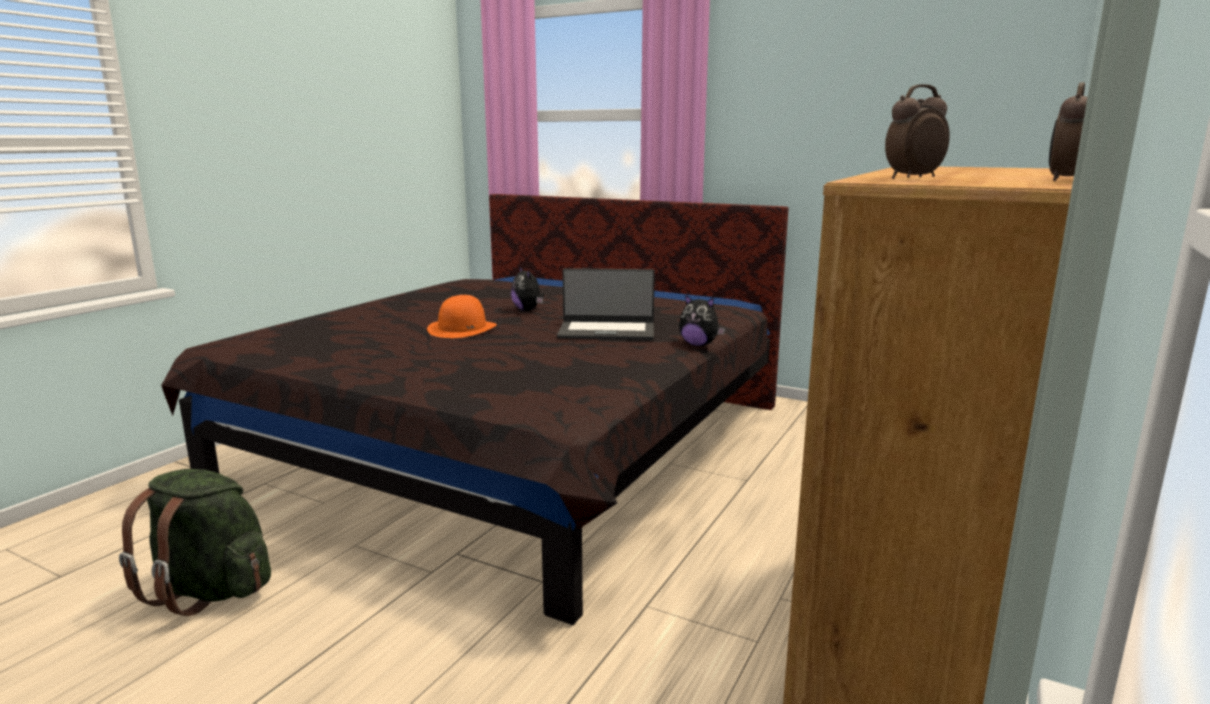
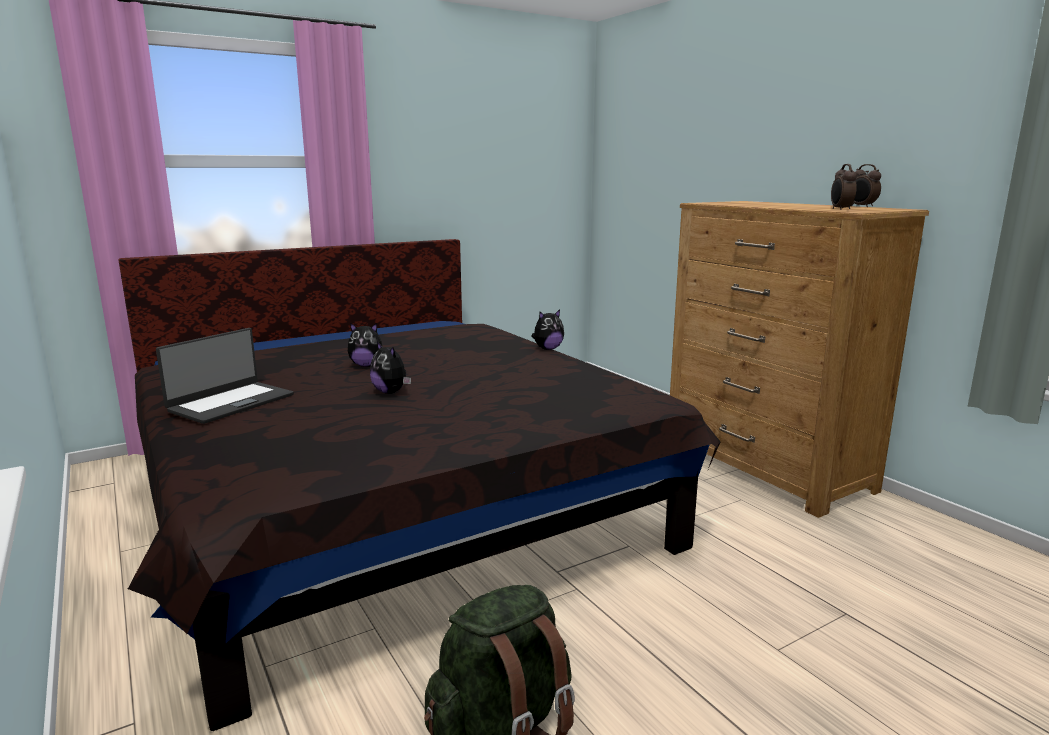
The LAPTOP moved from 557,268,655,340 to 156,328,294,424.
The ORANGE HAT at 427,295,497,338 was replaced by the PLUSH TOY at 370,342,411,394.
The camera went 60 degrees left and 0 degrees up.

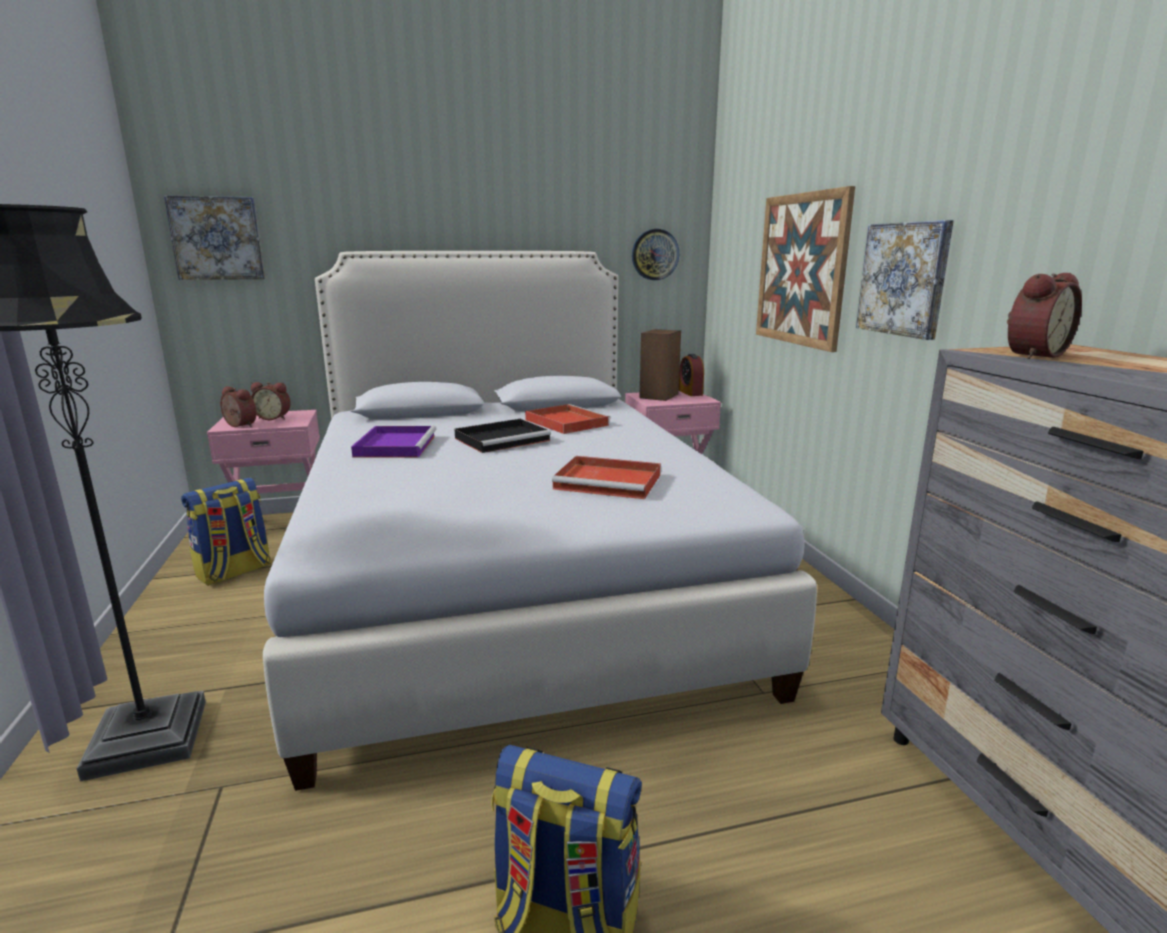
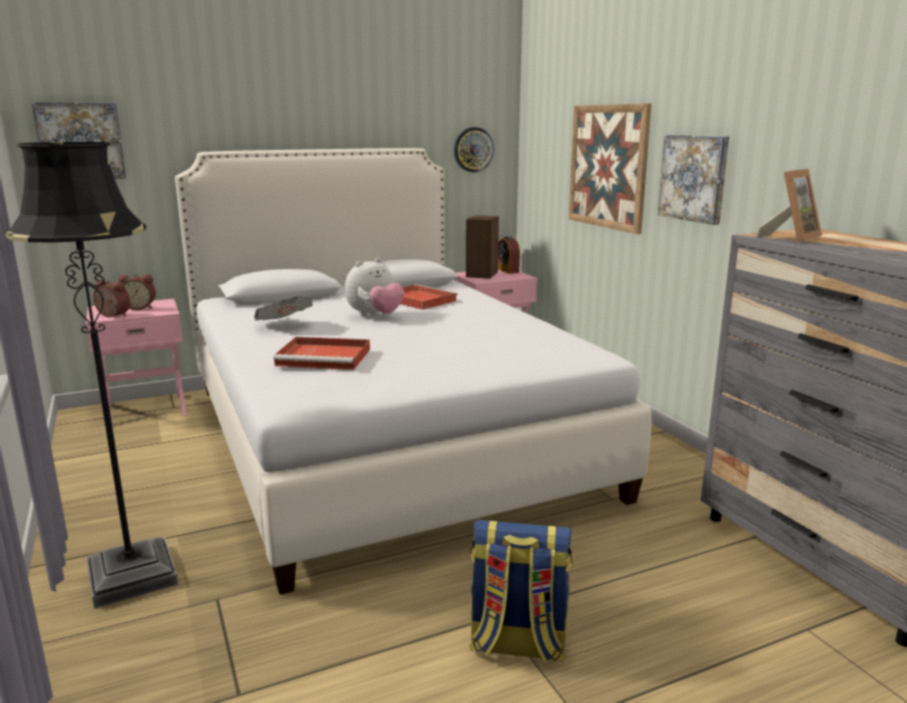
The PURPLE TRAY at 351,426,436,458 was replaced by the NEWSPAPER at 254,296,313,320.
The RED TRAY moved from 552,456,661,499 to 273,337,370,370.
The BLACK TRAY at 455,419,551,453 was replaced by the PLUSH TOY at 345,258,405,317.
The ALARM CLOCK at 1007,273,1082,359 was replaced by the PICTURE FRAME at 756,169,822,242.
The BACKPACK at 181,478,272,586 disappeared.
The camera went 10 degrees left and 0 degrees up.

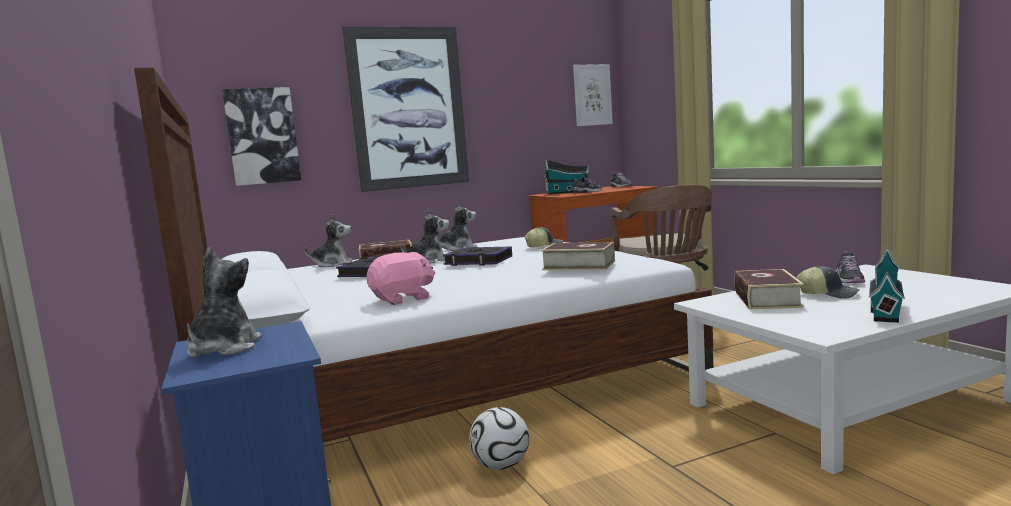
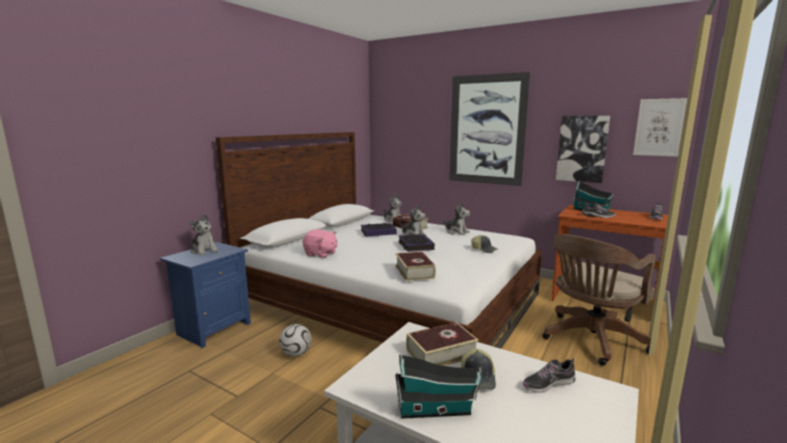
The PLUSH TOY at 187,247,262,358 turned 75 degrees clockwise.
The PICTURE moved from 222,87,301,186 to 556,116,610,183.
The camera went 55 degrees right and 5 degrees up.

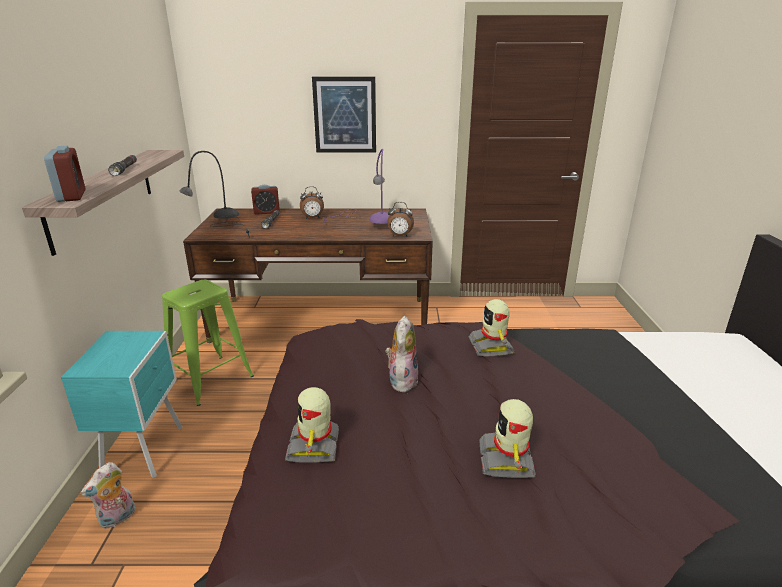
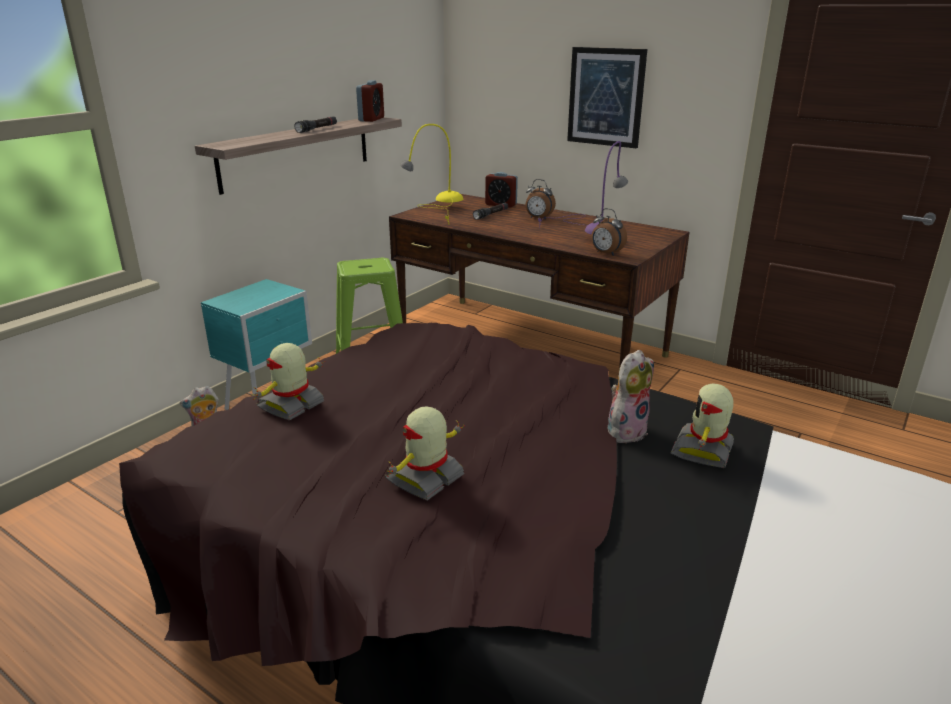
The ALARM CLOCK moved from 44,146,85,202 to 356,80,384,122.
The GREY TABLE LAMP at 180,151,250,238 became the YELLOW TABLE LAMP at 400,124,463,224.
The PLUSH TOY moved from 386,316,418,392 to 608,350,654,443.
The TOY ROBOT moved from 469,299,514,357 to 671,384,734,468.
The camera went 35 degrees right and 0 degrees up.

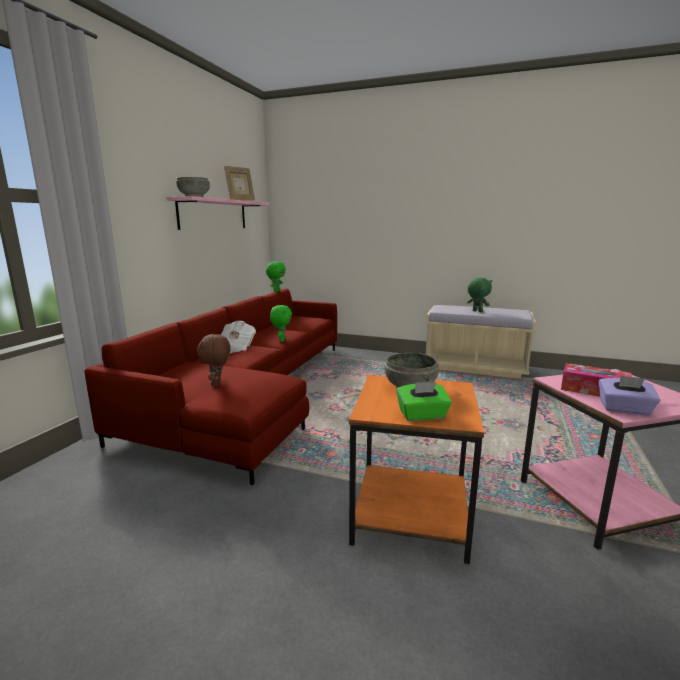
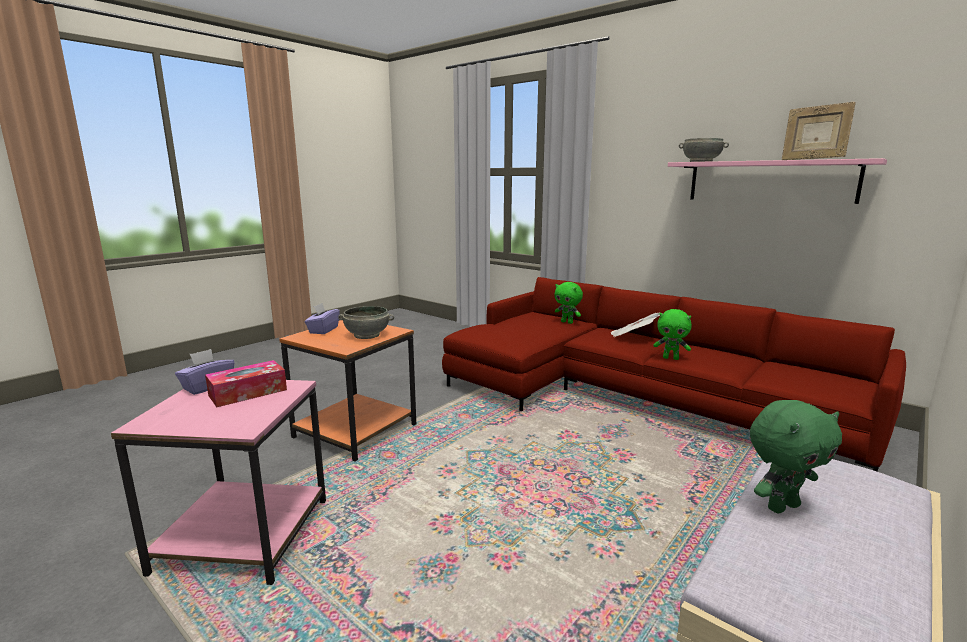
The GREEN TISSUE BOX at 396,382,452,421 became the PURPLE TISSUE BOX at 305,303,340,334.
The GREEN PLUSH TOY moved from 266,261,286,292 to 554,282,583,324.
The BROWN PLUSH TOY at 197,334,231,387 disappeared.
The camera went 110 degrees right and 0 degrees up.

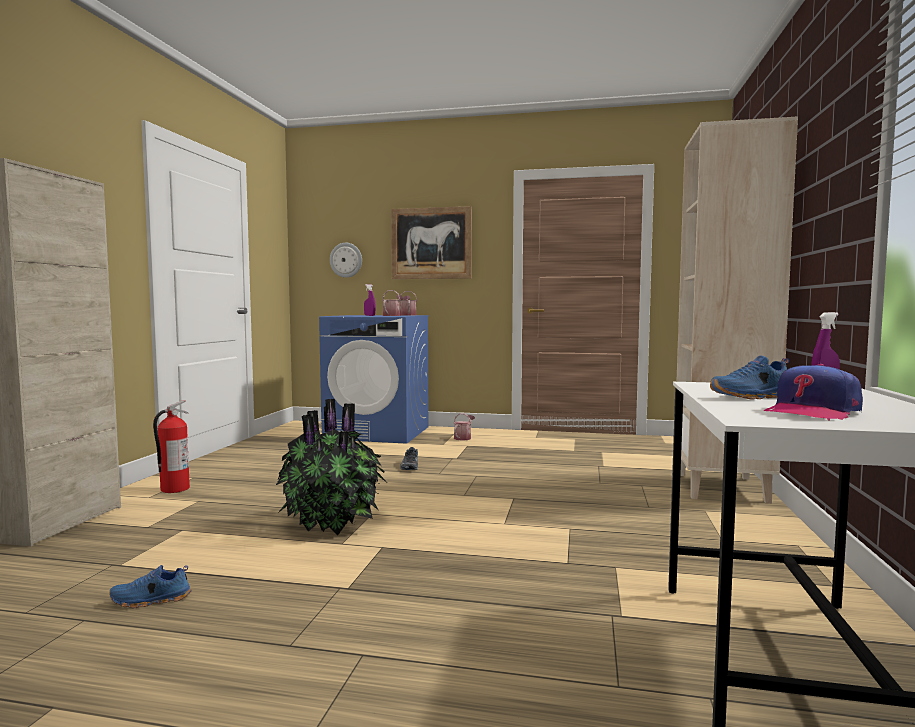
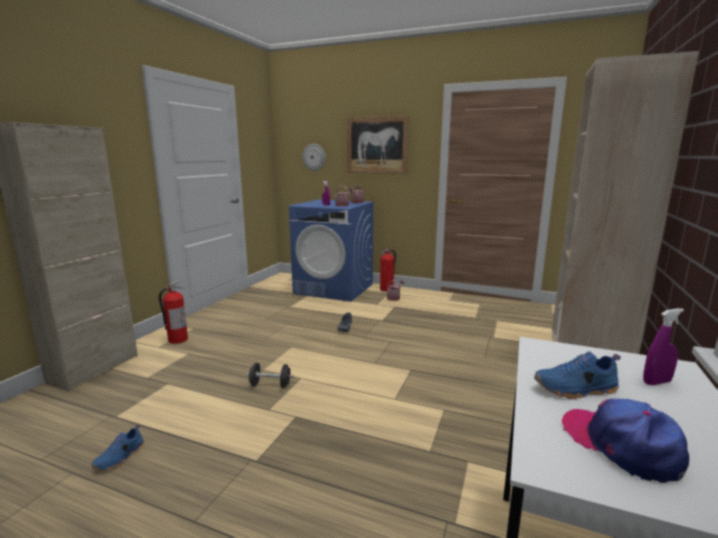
The BLUE SHOE at 109,565,192,608 turned 60 degrees counterclockwise.
The POTTED PLANT at 276,399,386,535 was replaced by the BLACK DUMBBELL at 246,363,294,388.
The FIRE EXTINGUISHER at 379,247,396,292 appeared.
The CAP at 764,364,863,421 turned 90 degrees clockwise.
The camera went 10 degrees right and 10 degrees up.

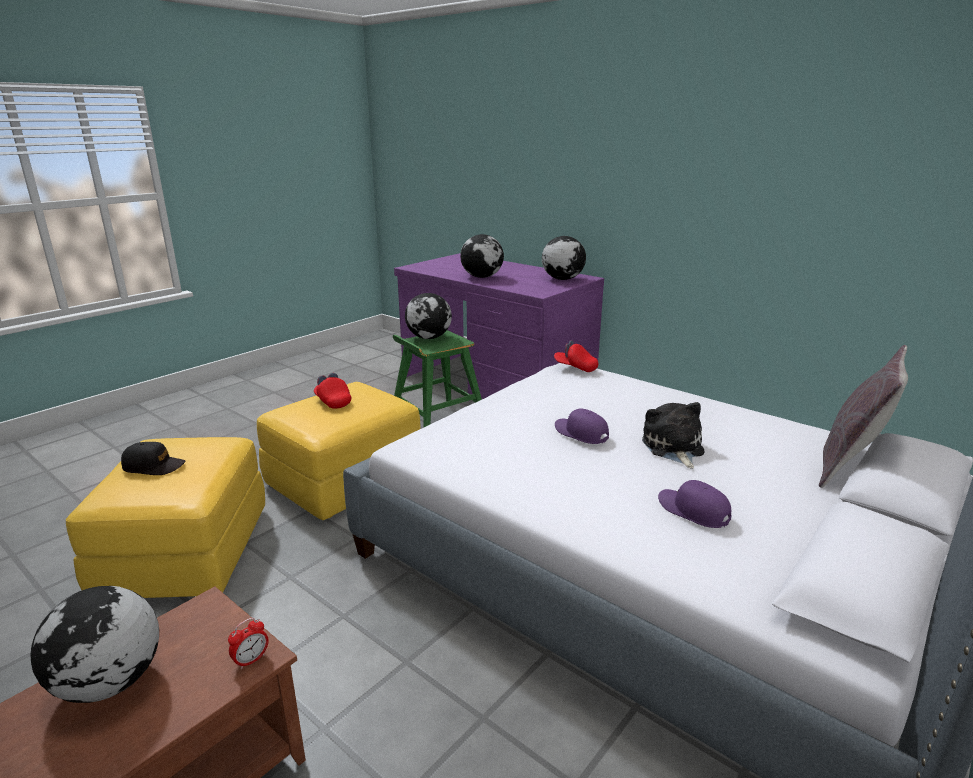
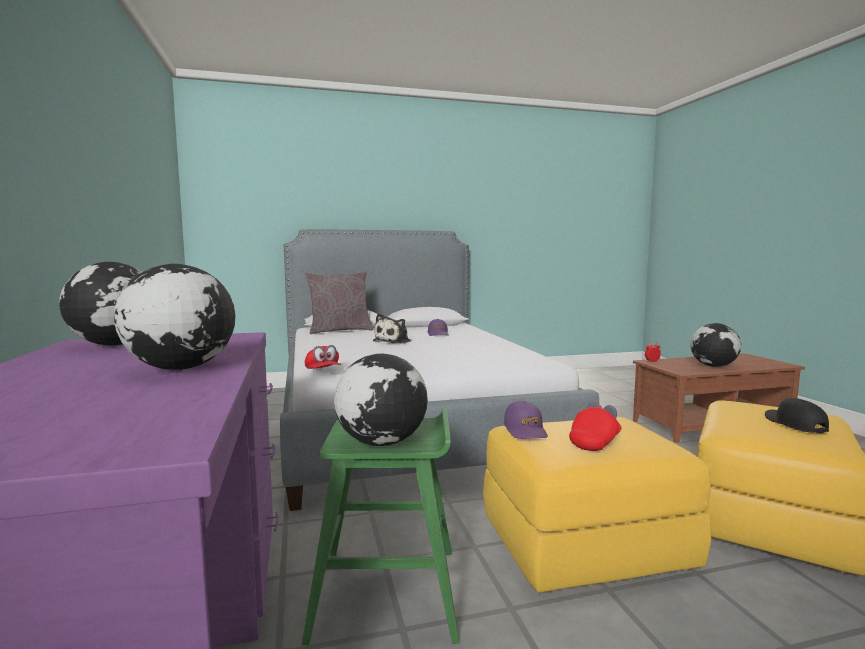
The PURPLE CAP moved from 555,409,609,444 to 504,401,548,439.
The RED CAP at 314,373,351,409 turned 135 degrees counterclockwise.
The BLACK CAP at 121,442,186,475 turned 45 degrees clockwise.
The camera went 145 degrees left and 15 degrees down.

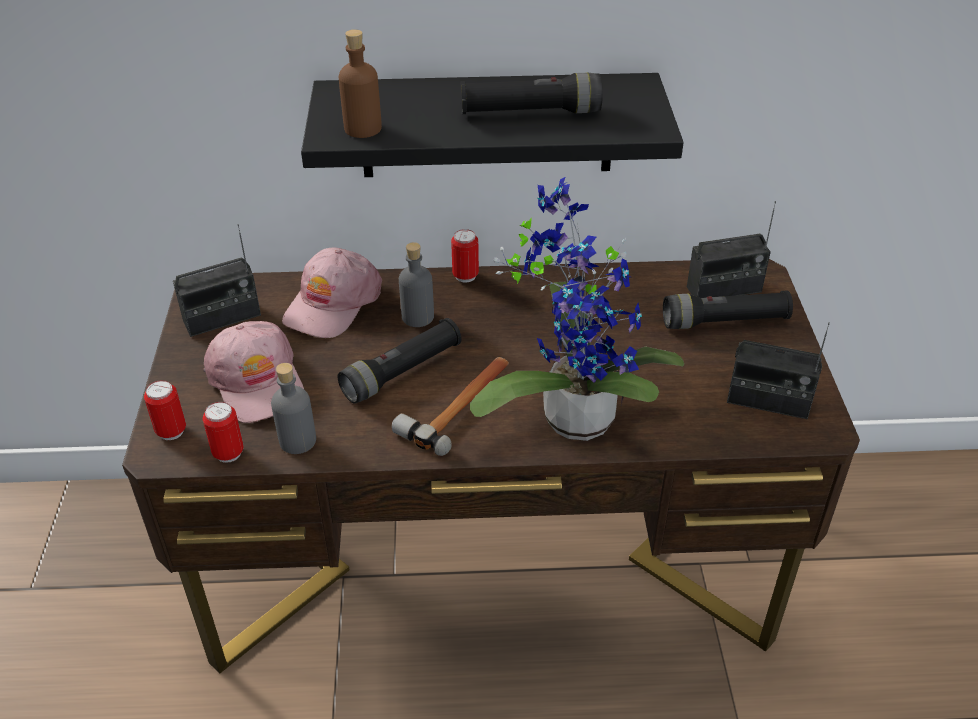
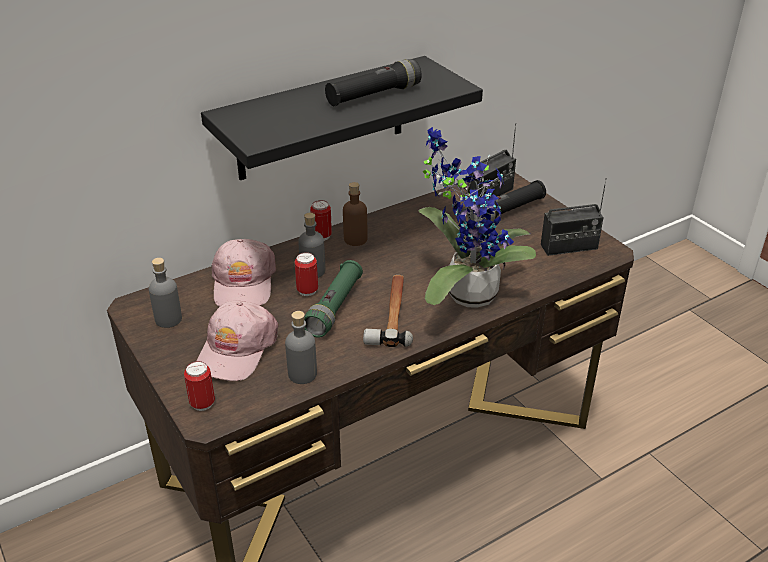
The RADIO at 173,224,261,337 was replaced by the GREY BOTTLE at 149,258,182,328.
The PINK CAP at 203,321,304,423 turned 75 degrees clockwise.
The CAN moved from 203,402,244,463 to 295,252,318,296.
The BLACK FLASHLIGHT at 337,318,462,404 became the GREEN FLASHLIGHT at 304,260,363,338.
The BROWN BOTTLE moved from 339,29,382,138 to 343,182,368,246.
The camera went 30 degrees left and 5 degrees down.

